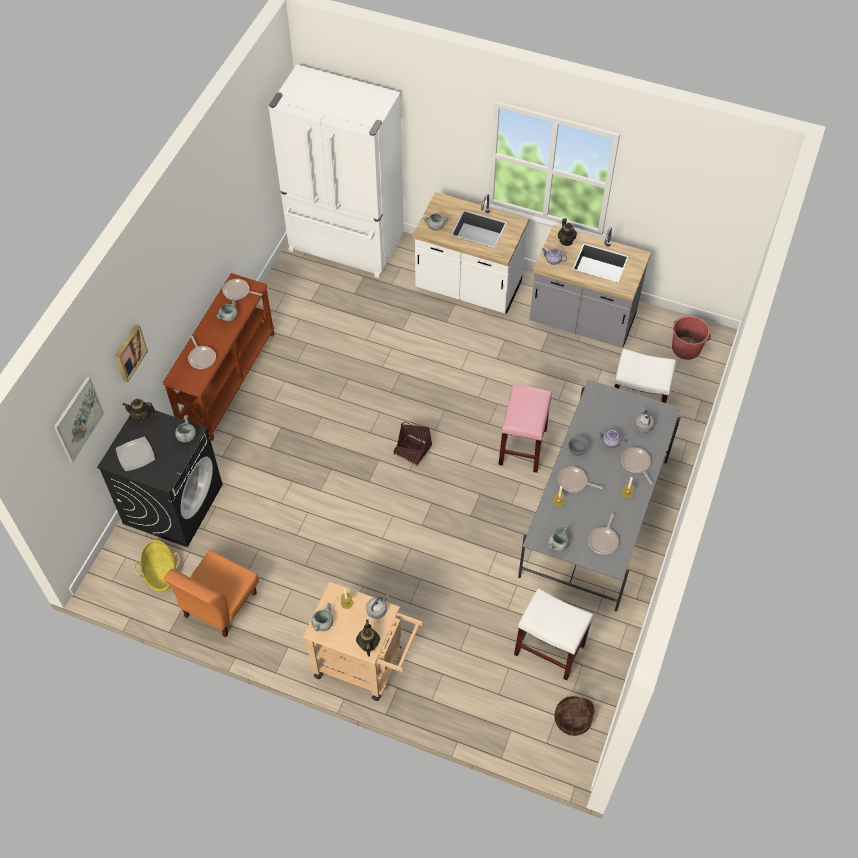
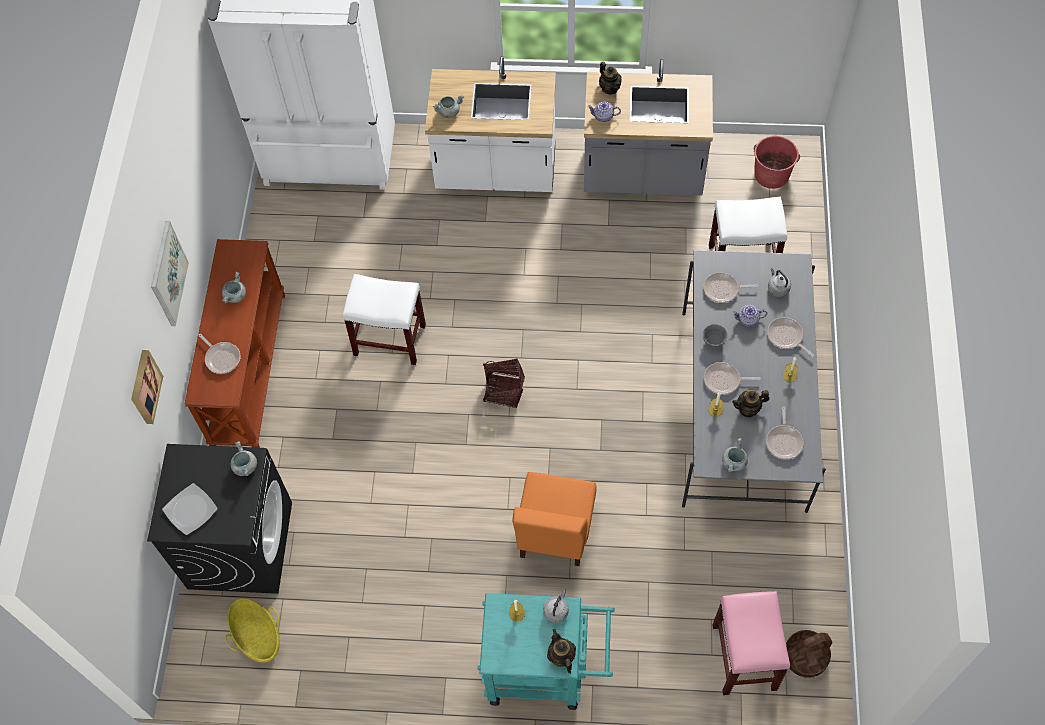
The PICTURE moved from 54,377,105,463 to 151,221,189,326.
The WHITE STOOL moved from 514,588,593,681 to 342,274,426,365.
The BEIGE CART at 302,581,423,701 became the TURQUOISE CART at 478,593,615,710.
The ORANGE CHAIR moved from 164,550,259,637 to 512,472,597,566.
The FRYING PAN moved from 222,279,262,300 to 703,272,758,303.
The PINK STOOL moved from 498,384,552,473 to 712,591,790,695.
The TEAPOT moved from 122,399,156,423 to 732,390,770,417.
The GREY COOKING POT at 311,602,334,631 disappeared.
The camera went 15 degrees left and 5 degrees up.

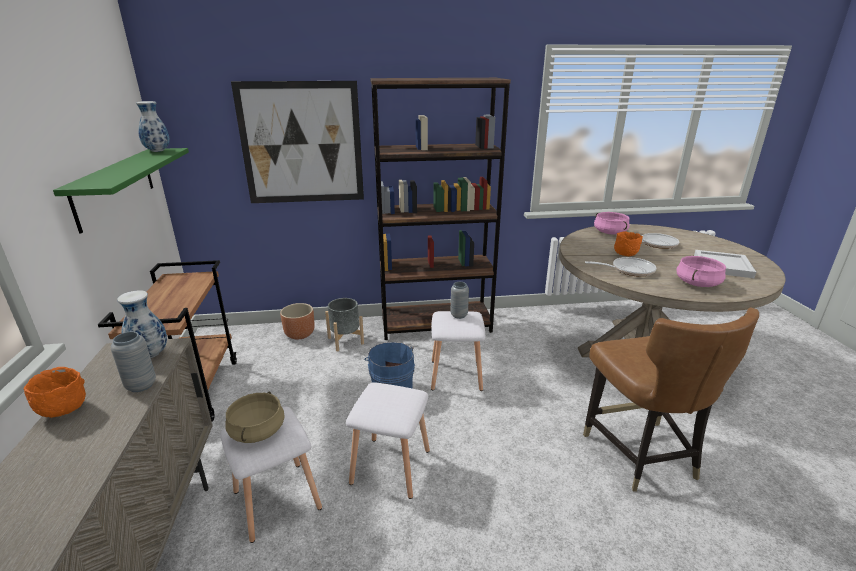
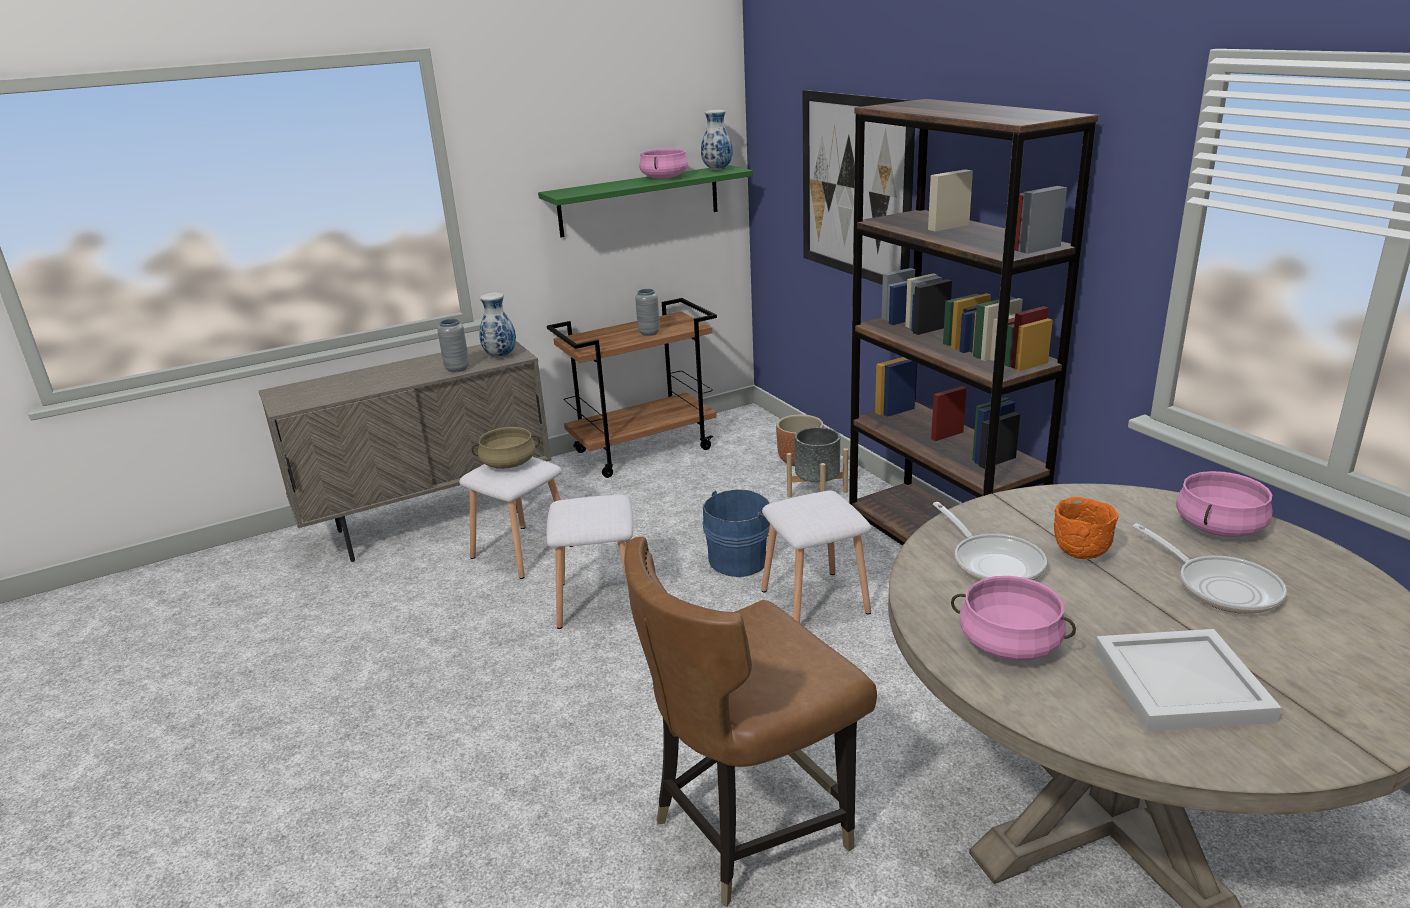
The GREY VASE moved from 451,282,469,319 to 635,289,660,336.
The PINK COOKING POT at 639,148,688,179 appeared.
The ORANGE BOWL at 23,367,86,418 disappeared.
The camera went 70 degrees right and 0 degrees up.

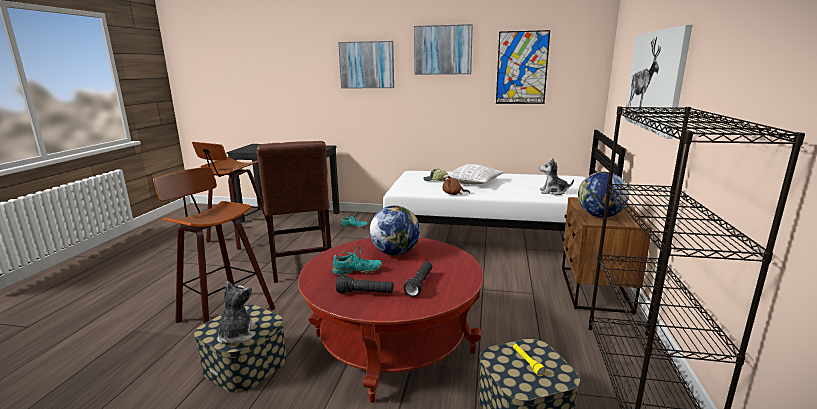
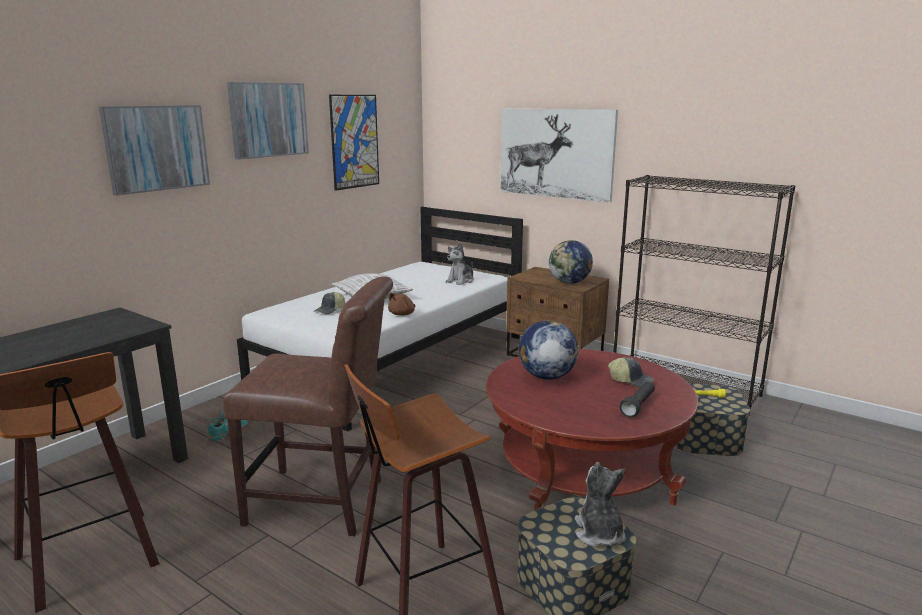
The PLUSH TOY at 217,281,256,344 turned 60 degrees clockwise.
The BLACK FLASHLIGHT at 403,261,432,297 was replaced by the CAP at 608,357,655,388.
The TURQUOISE SHOE at 332,247,383,275 disappeared.
The camera went 65 degrees left and 0 degrees up.

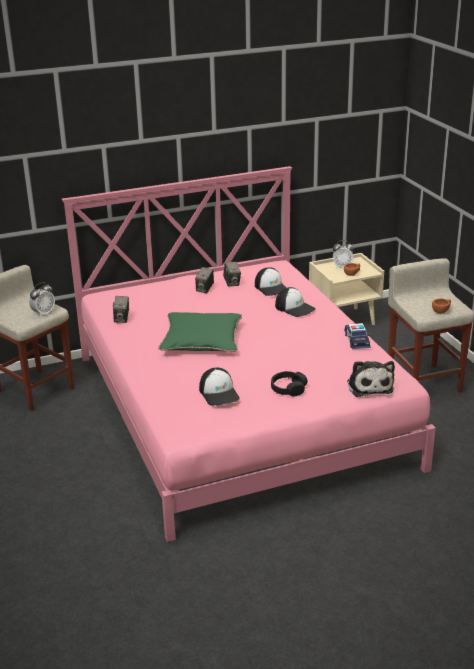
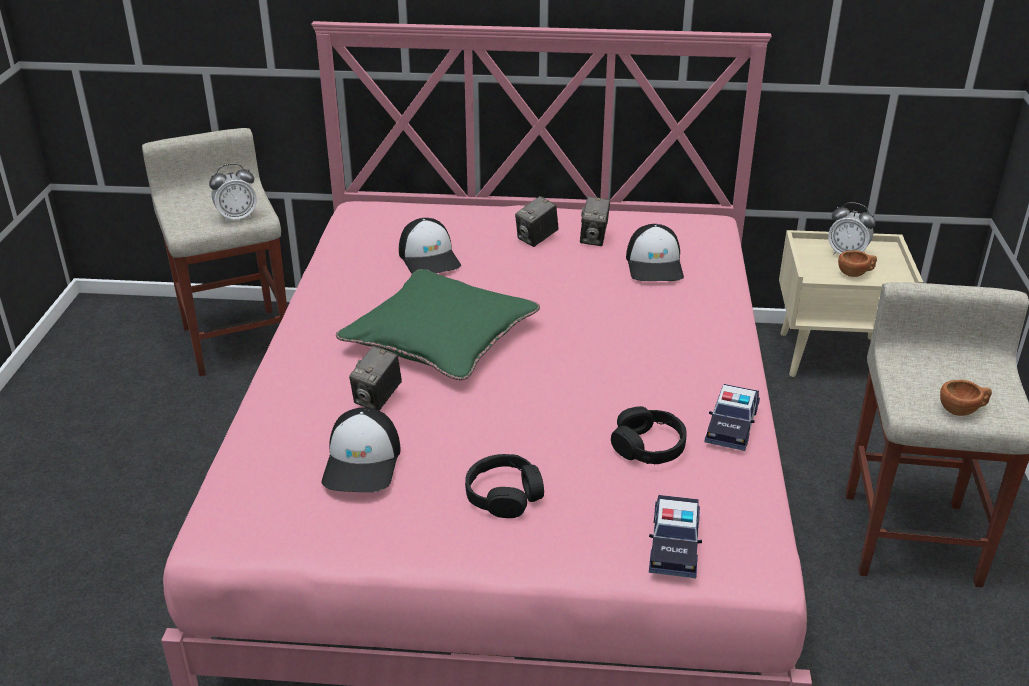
The PHOTO CAMERA moved from 113,296,129,323 to 349,346,402,411.
The CAP moved from 275,287,315,317 to 399,218,461,273.
The BLACK HEADPHONES at 611,406,687,464 appeared.
The PLUSH TOY at 347,361,395,397 was replaced by the TOY CAR at 649,495,702,578.
The camera went 25 degrees right and 5 degrees up.

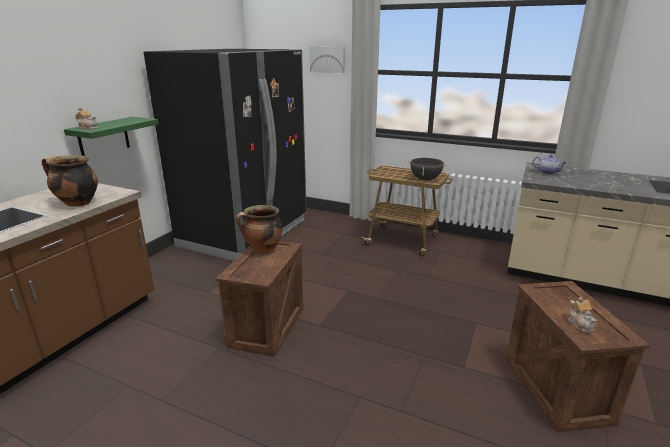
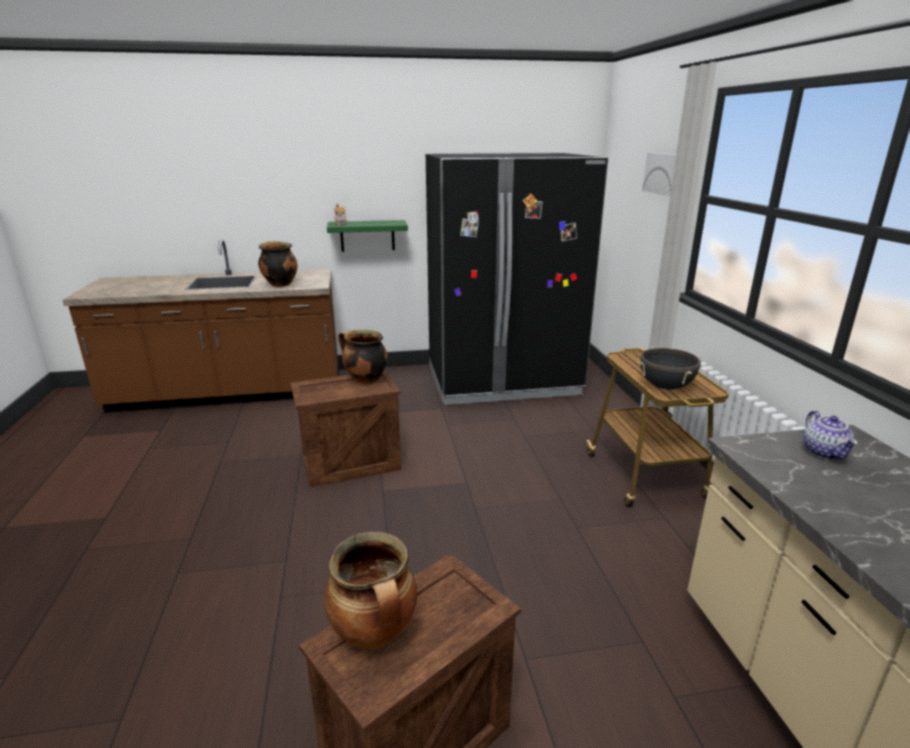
The TEAPOT at 568,297,597,333 was replaced by the COOKING POT at 324,531,417,650.
The camera went 55 degrees right and 0 degrees up.

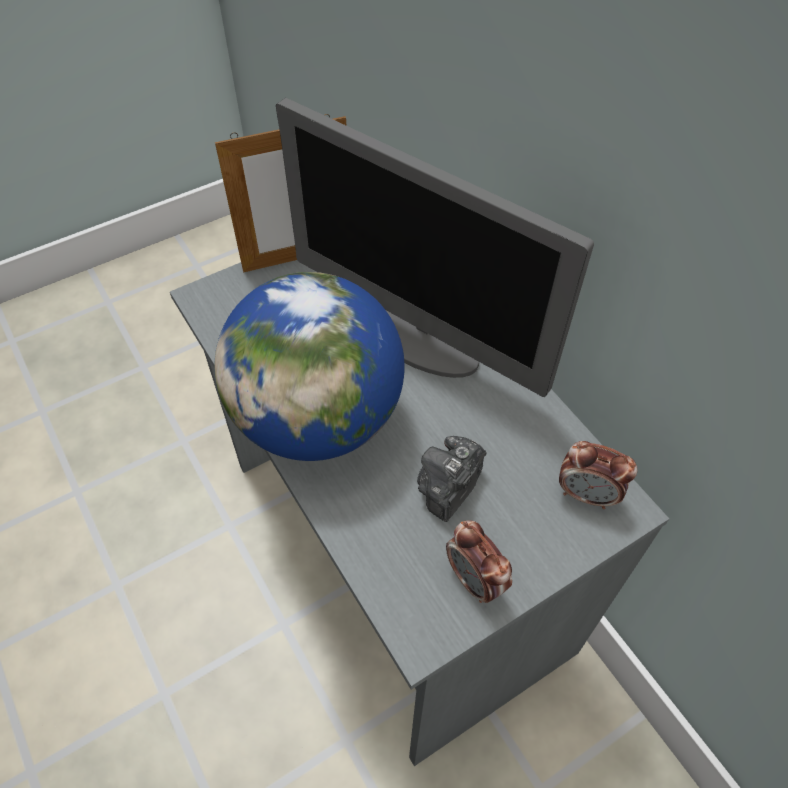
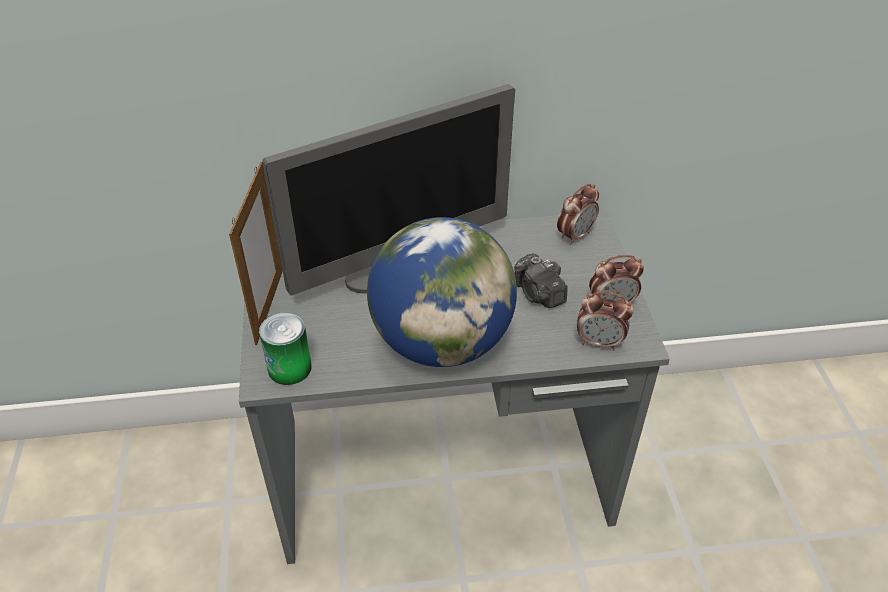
The CAN at 259,312,312,385 appeared.
The ALARM CLOCK at 577,292,634,350 appeared.
The camera went 65 degrees left and 10 degrees down.

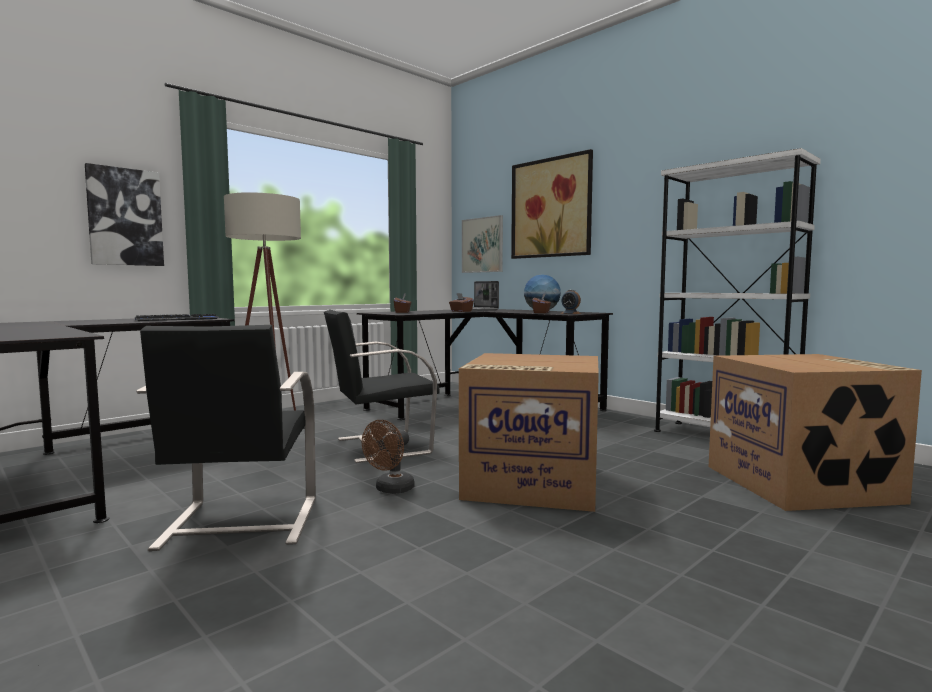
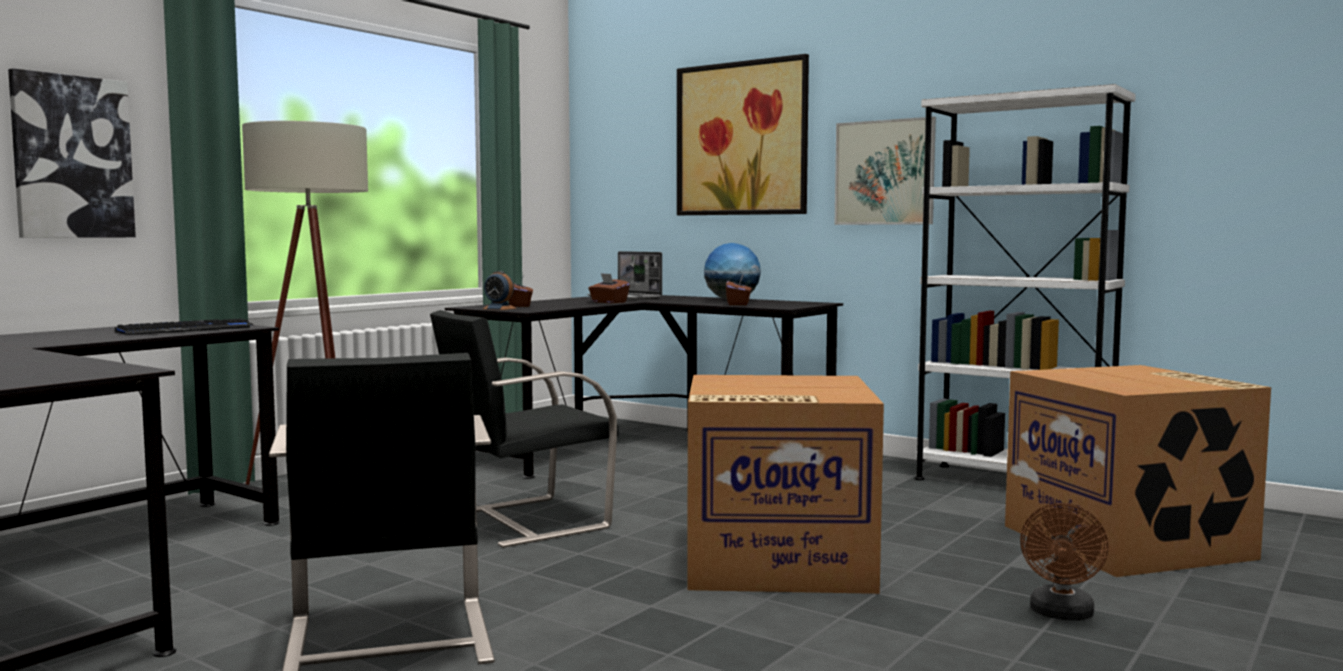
The ALARM CLOCK moved from 560,290,581,314 to 483,271,516,310.
The PICTURE moved from 462,215,503,273 to 835,117,936,225.
The BROWN FAN moved from 362,420,415,494 to 1020,503,1109,621.
The camera went 10 degrees left and 0 degrees up.

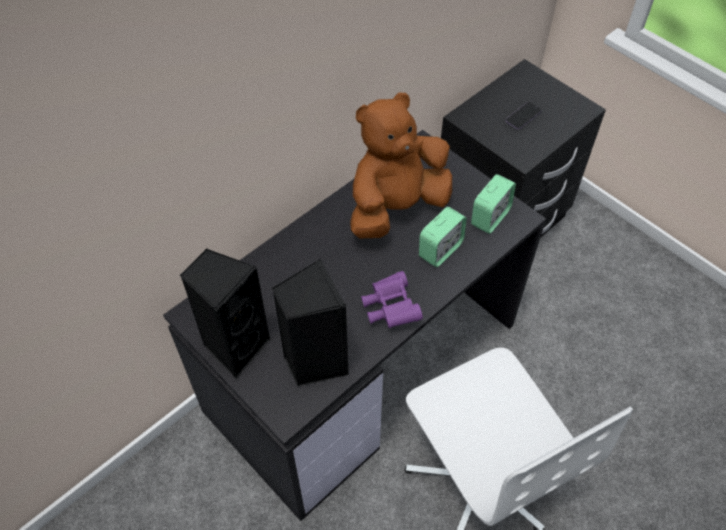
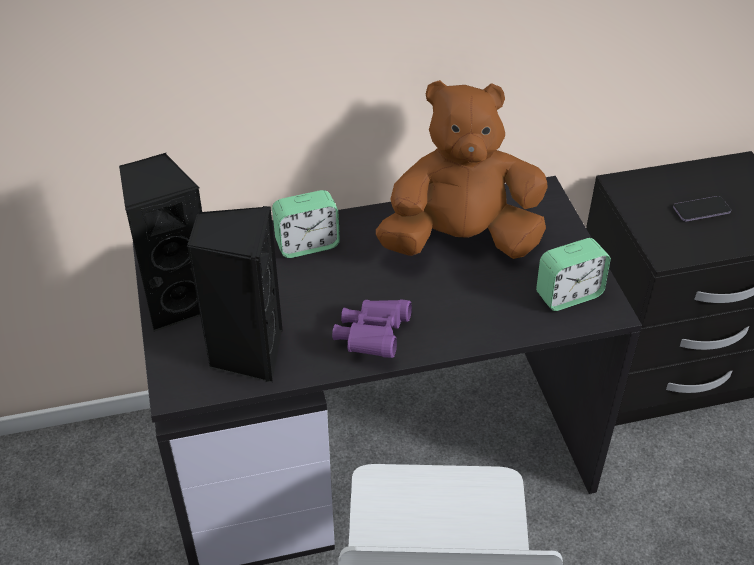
The ALARM CLOCK moved from 419,207,467,267 to 272,190,340,258.
The camera went 30 degrees right and 10 degrees down.

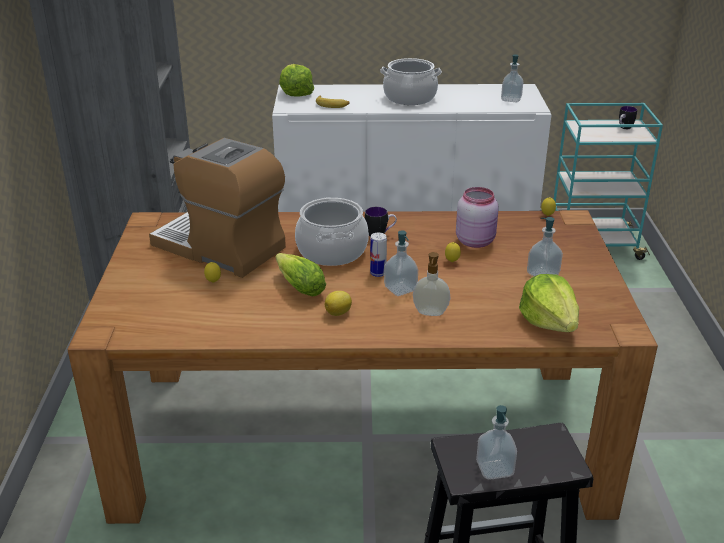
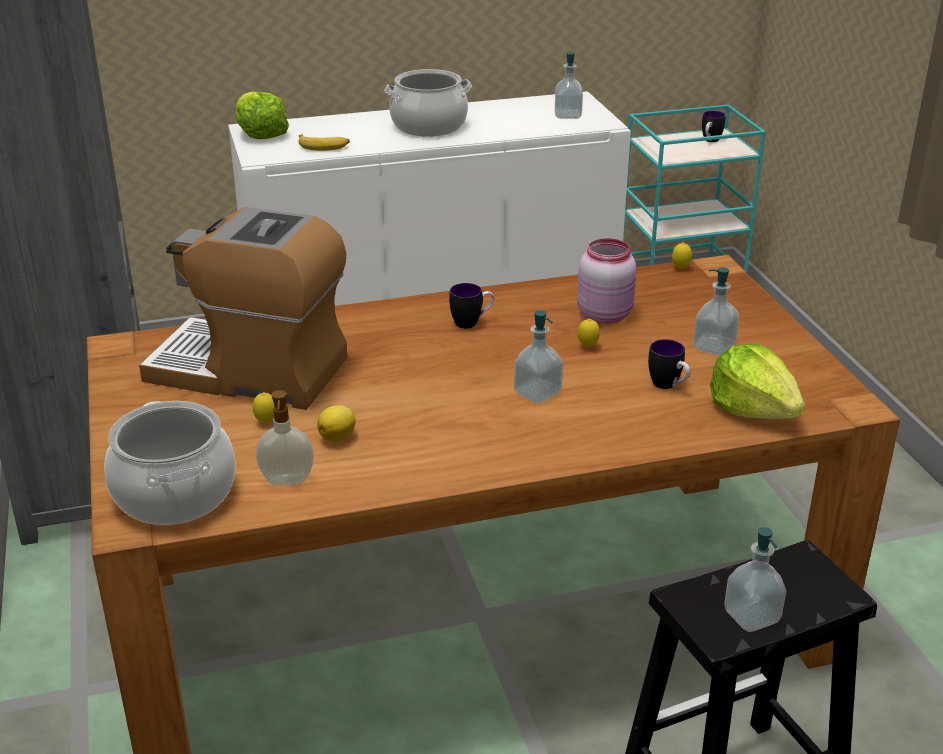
The COOKING POT moved from 295,197,369,266 to 104,401,236,525.
The SOAP DISPENSER moved from 413,252,450,316 to 256,390,314,485.
The LEMON moved from 325,291,352,316 to 317,405,356,442.
The MUG at 648,339,691,389 appeared.
The LETTUCE at 276,253,326,297 disappeared.
The CAN at 370,233,387,277 disappeared.
The camera went 15 degrees left and 0 degrees up.

